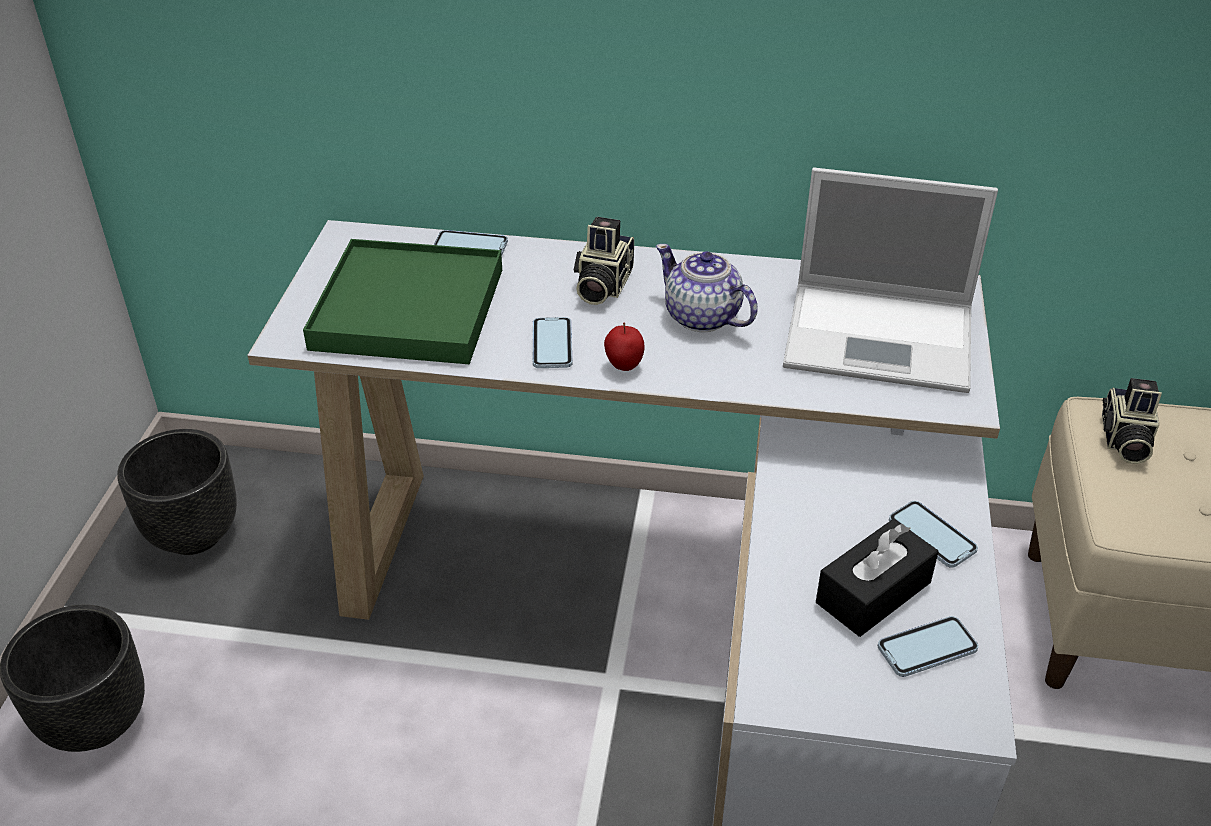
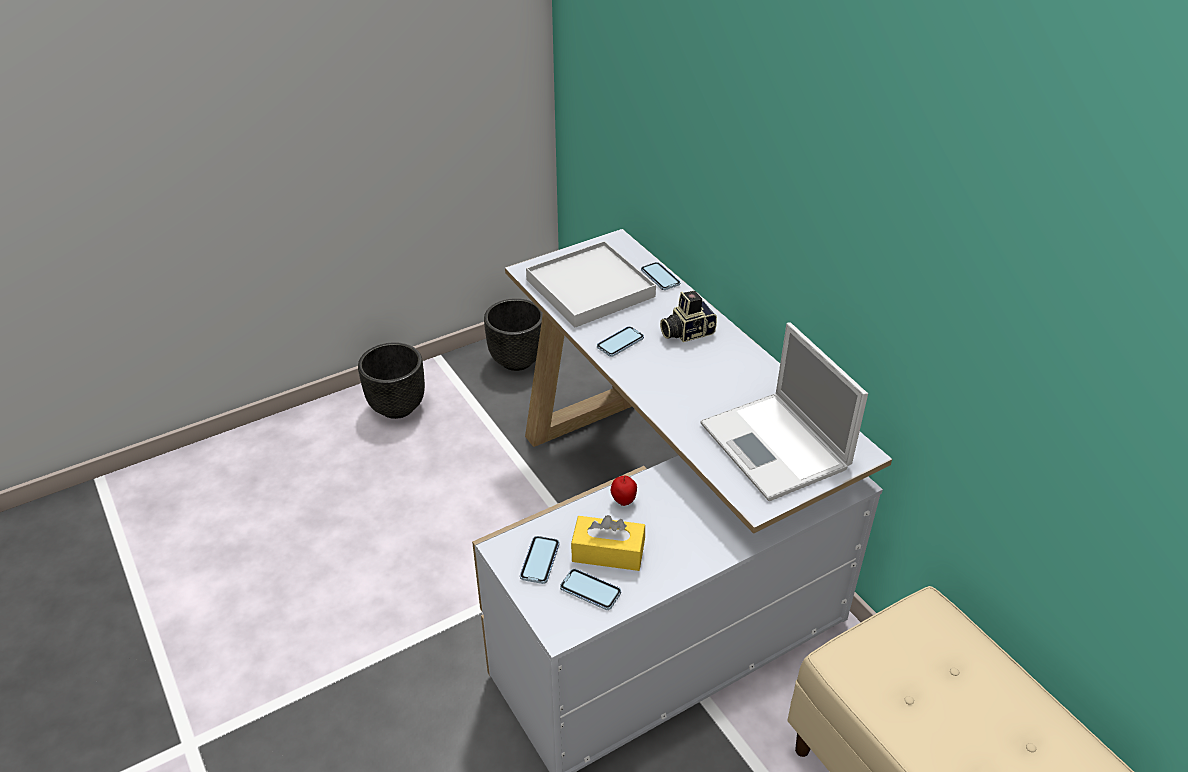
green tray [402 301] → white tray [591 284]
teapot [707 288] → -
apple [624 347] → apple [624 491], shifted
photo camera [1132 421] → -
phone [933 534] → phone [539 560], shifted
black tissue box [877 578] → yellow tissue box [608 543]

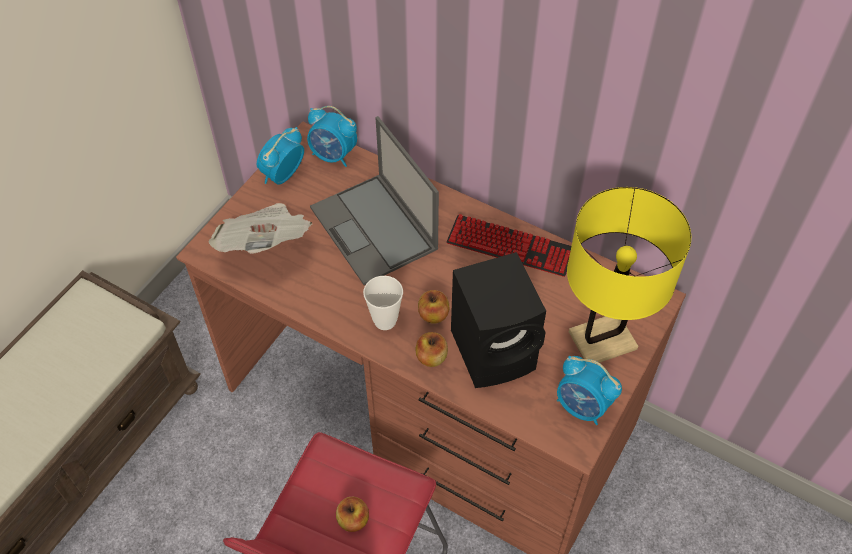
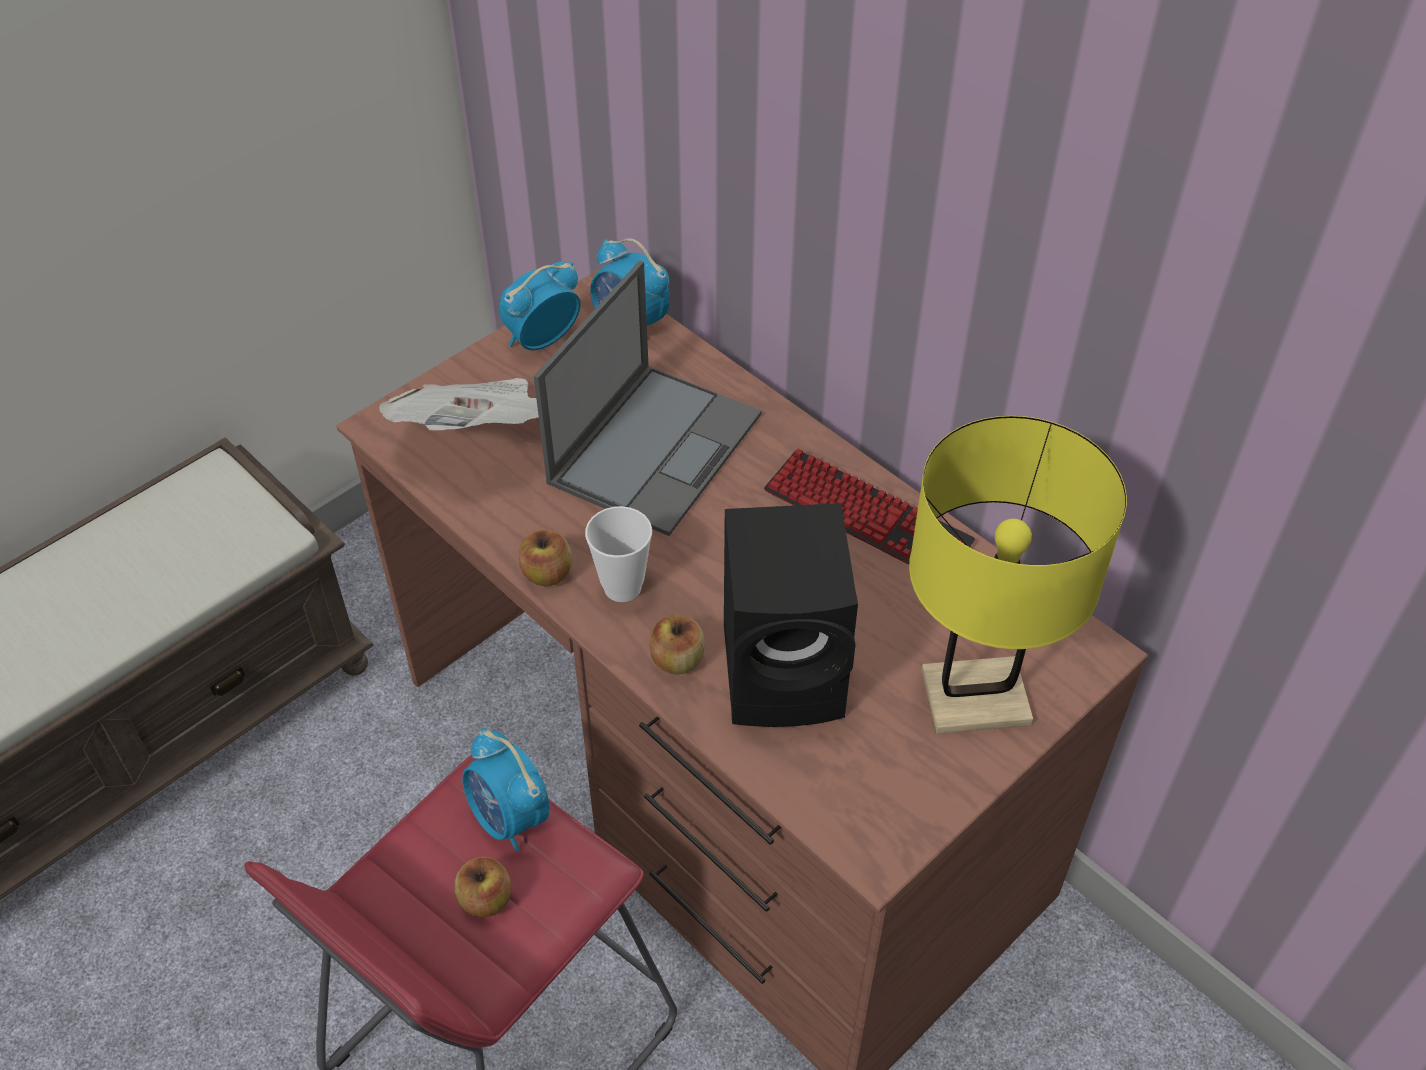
laptop [374 200] → laptop [648 398], 135 degrees counterclockwise
apple [433 307] → apple [545 558], shifted
alarm clock [589 390] → alarm clock [505 789], shifted

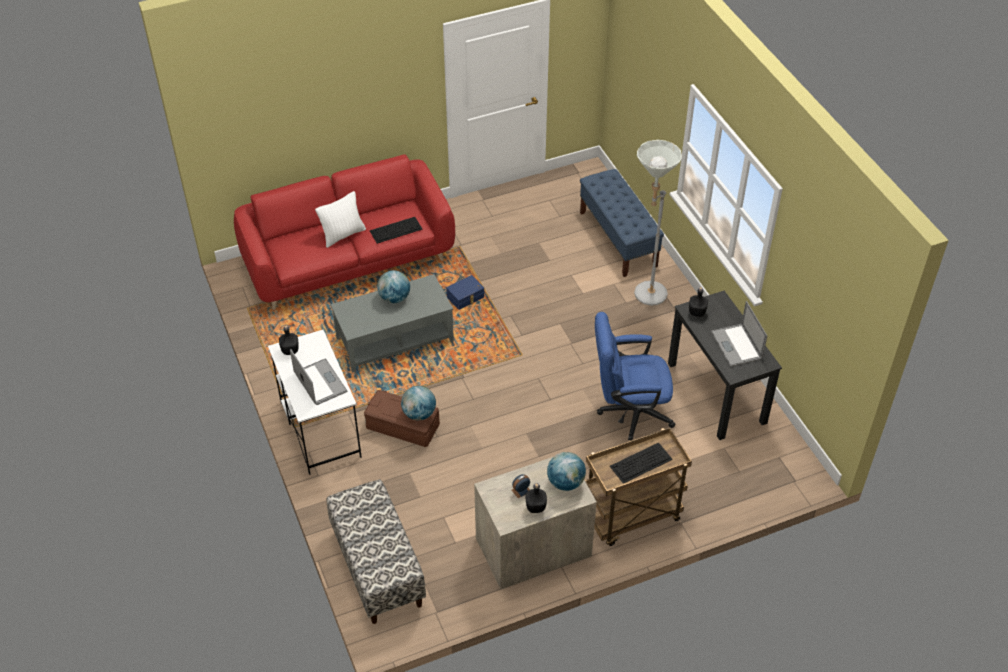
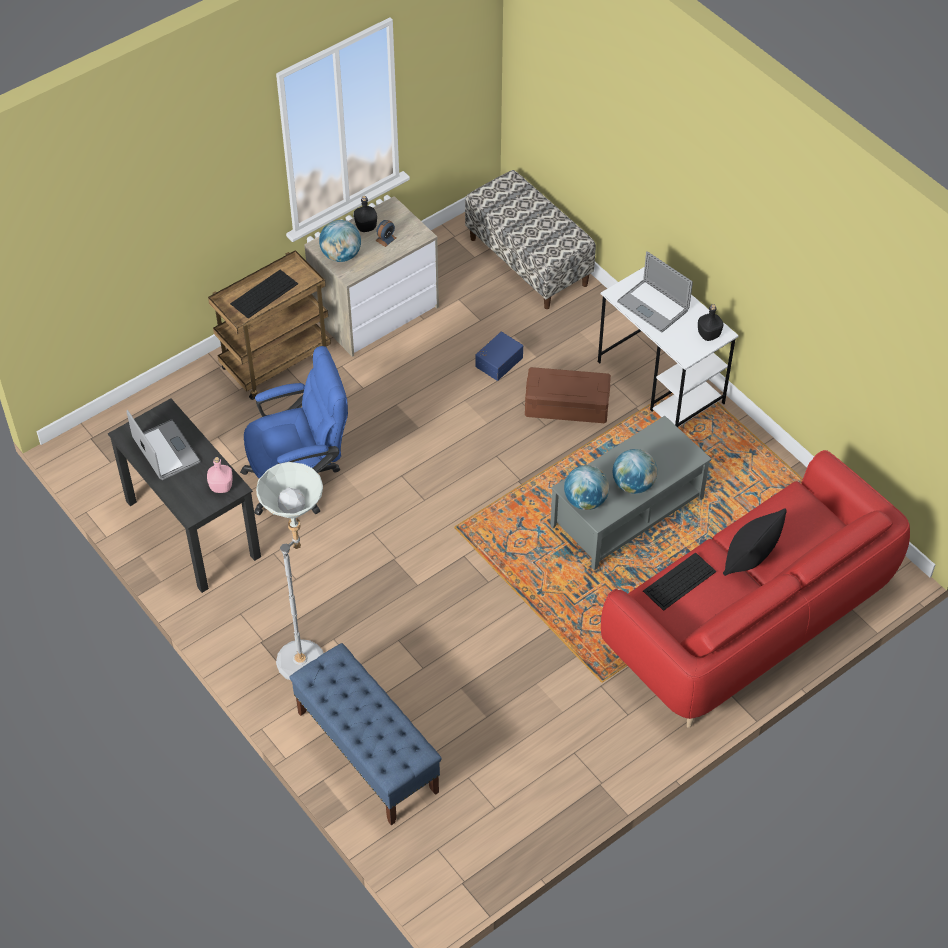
white pillow [340 219] → black pillow [755 542]
blue storage box [465 292] → blue storage box [499 356], shifted
black bottle [698 302] → pink bottle [219 475]
globe [418 403] → globe [586 487], shifted

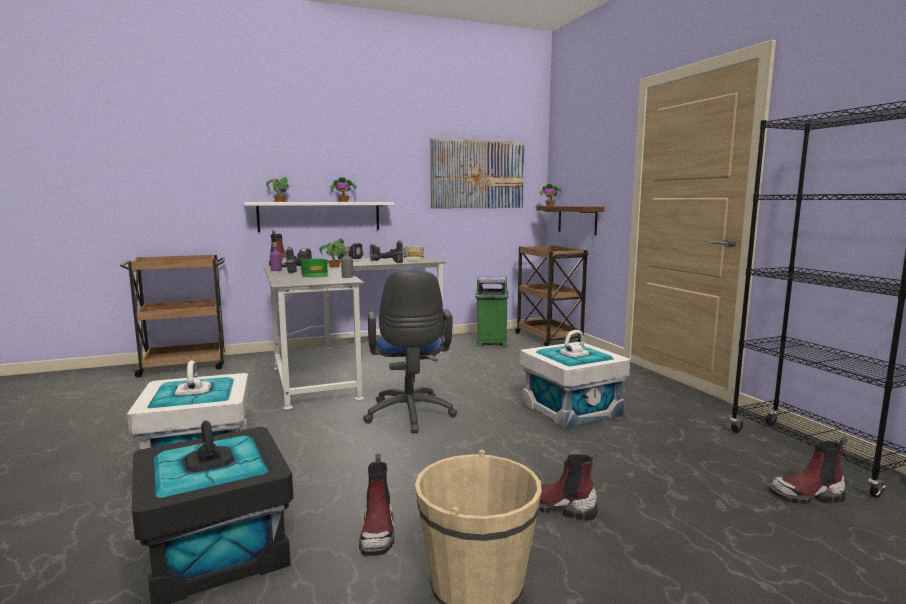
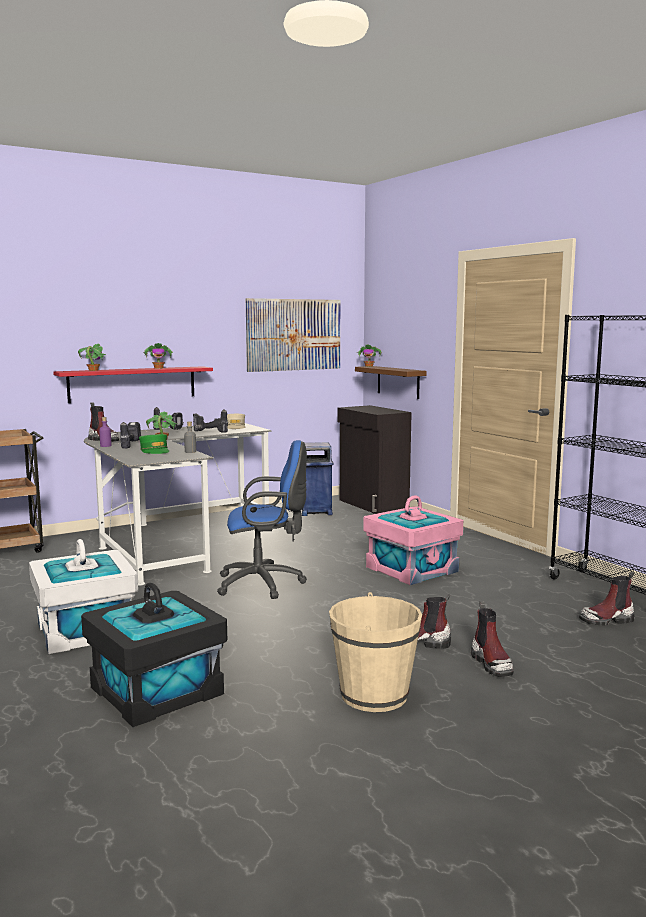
white shelf [319 217] → red shelf [133 384]
brown cart [552 295] → black cabinet [375 459]
blue office chair [410 351] → blue office chair [262 519], 75 degrees counterclockwise
green trash can [491 312] → blue trash can [317 479]
white storage box [575 379] → pink storage box [413 540]
boot [377 504] → boot [492 639], shifted

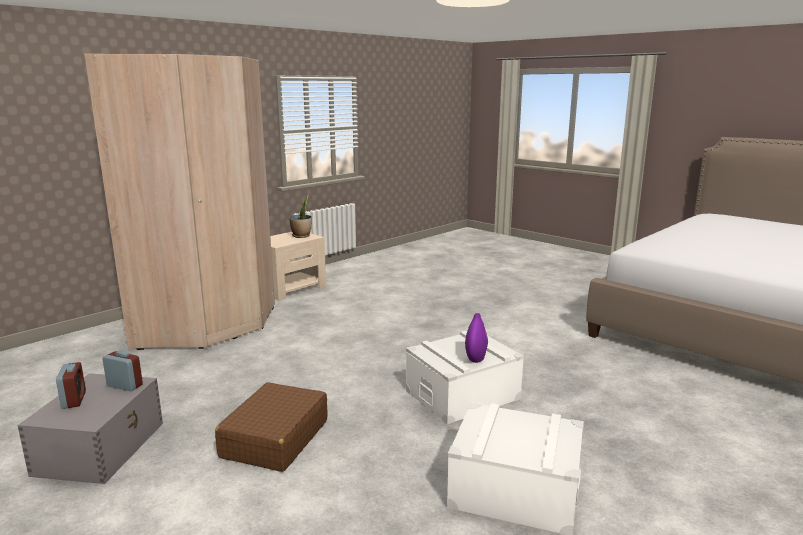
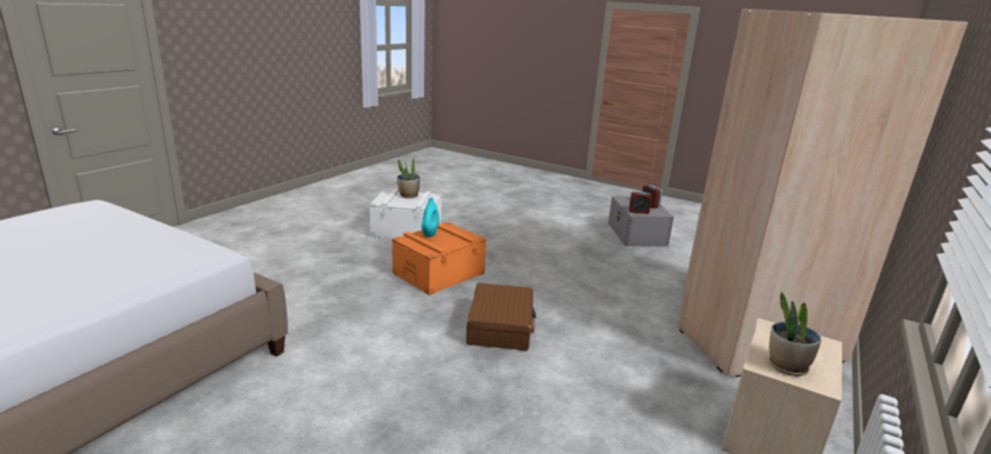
purple vase [476 338] → turquoise vase [430 217]
white storage box [465 377] → orange storage box [439 258]
brown suitcase [271 427] → brown suitcase [501 317], shifted
- → potted plant [408 178]

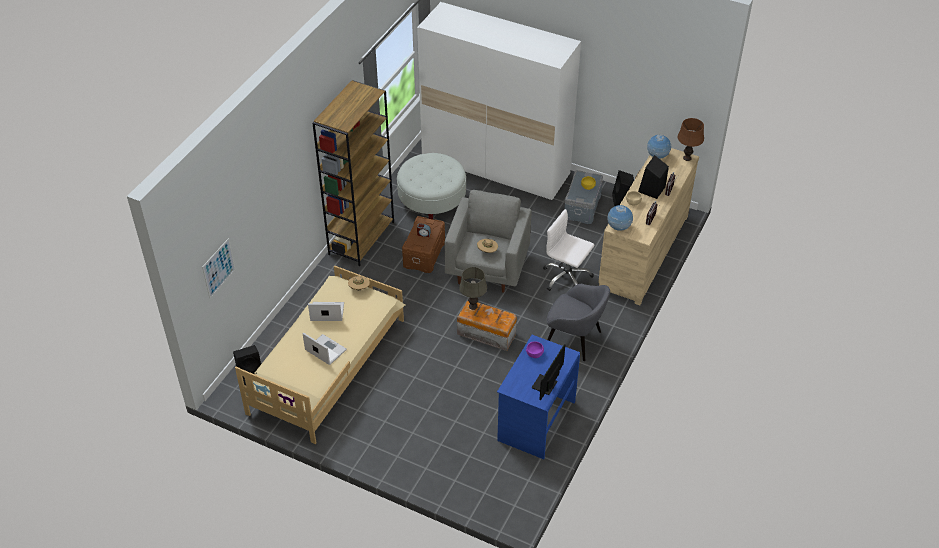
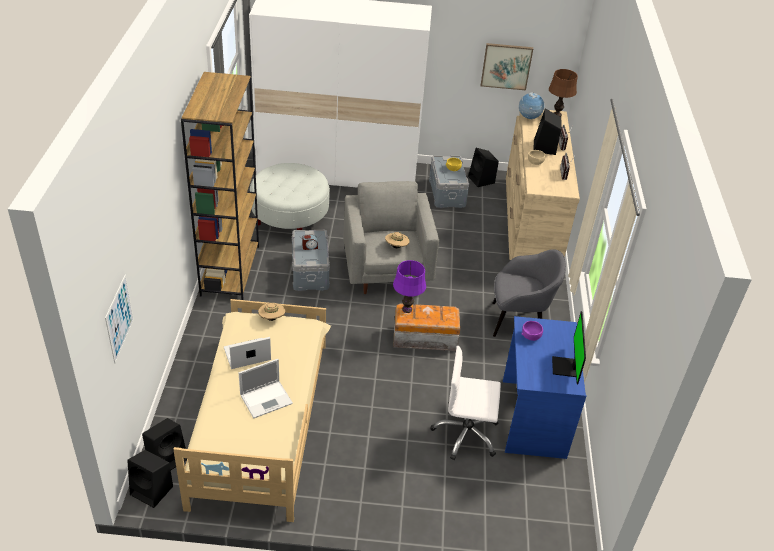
globe [620 218] → -
white office chair [568 250] → white office chair [465 403], shifted
brown storage box [423 244] → grey storage box [311 260]
grey table lamp [473 288] → purple table lamp [409 286]
laptop [325 349] → laptop [266 389], 135 degrees clockwise
- → picture [507 66]
- → black speaker [150 479]

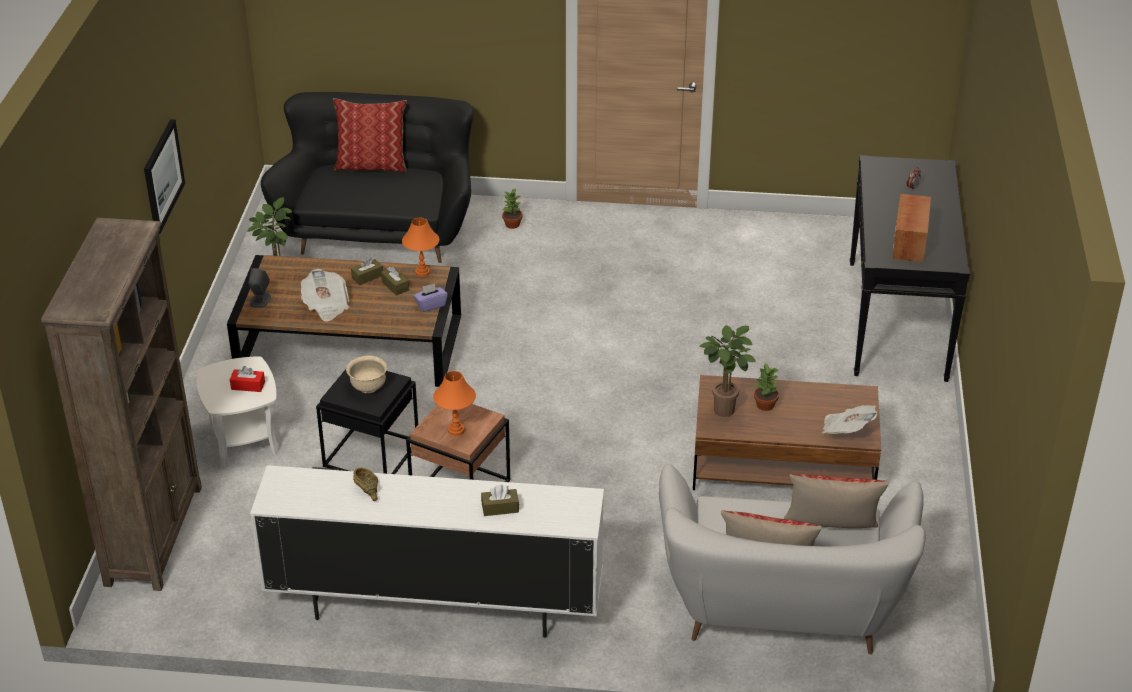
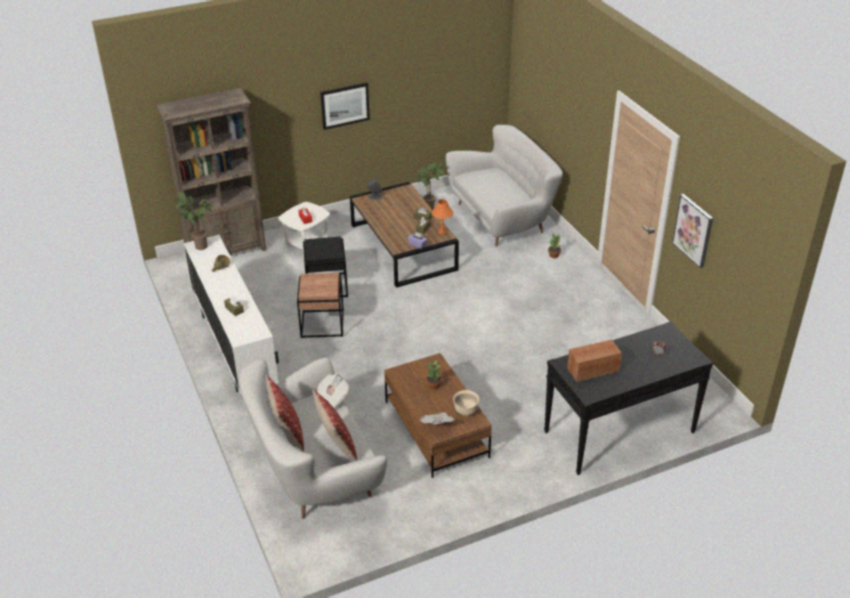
black sofa [367 177] → white sofa [504 186]
pillow [370 135] → -
newspaper [325 295] → newspaper [331 391], shifted
potted plant [727 371] → potted plant [193 221], shifted
beige bowl [366 374] → beige bowl [466 403], shifted
orange table lamp [454 403] → -
- → picture [692 231]

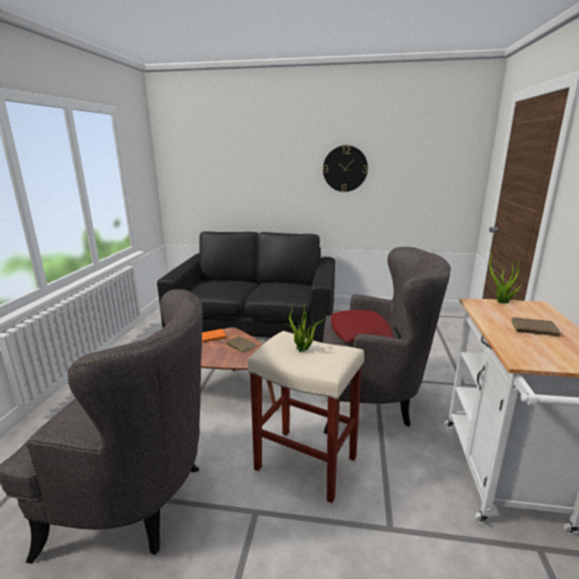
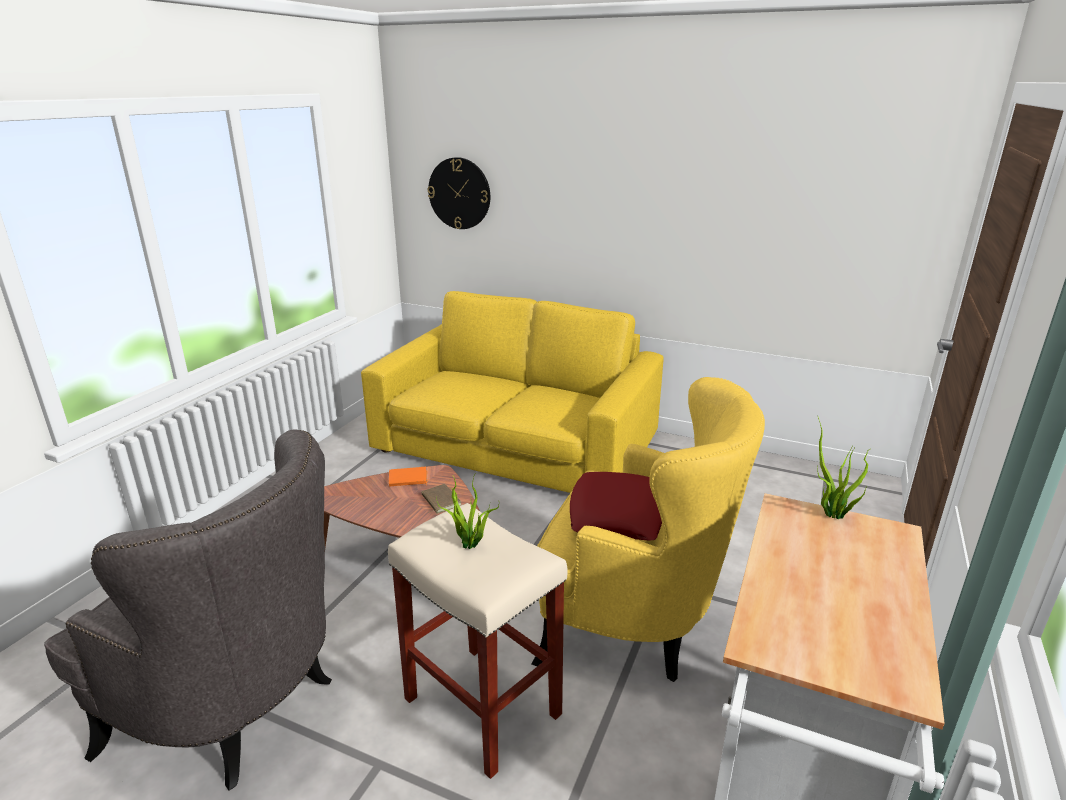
wall clock [345 168] → wall clock [459 193], shifted
black sofa [246 287] → yellow sofa [512 392]
grey armchair [387 340] → yellow armchair [648 529]
brown book [537 327] → -

